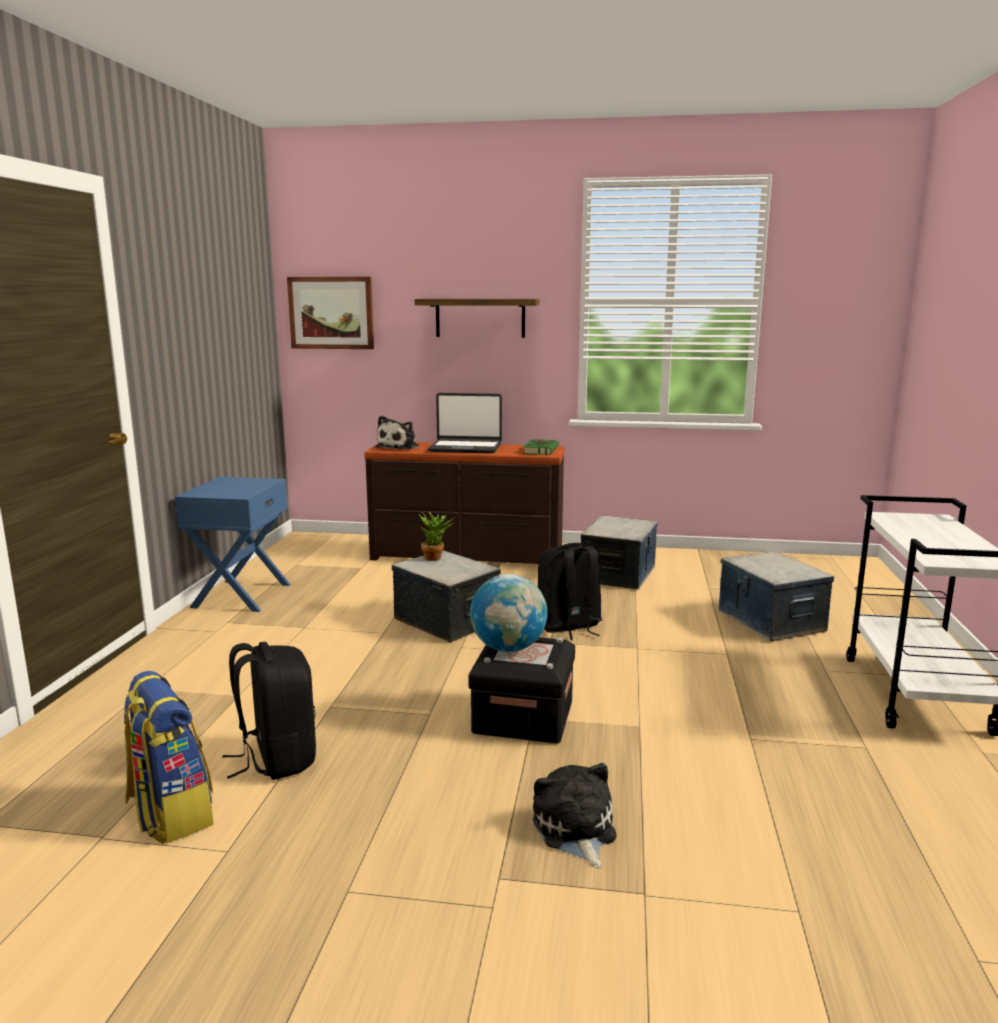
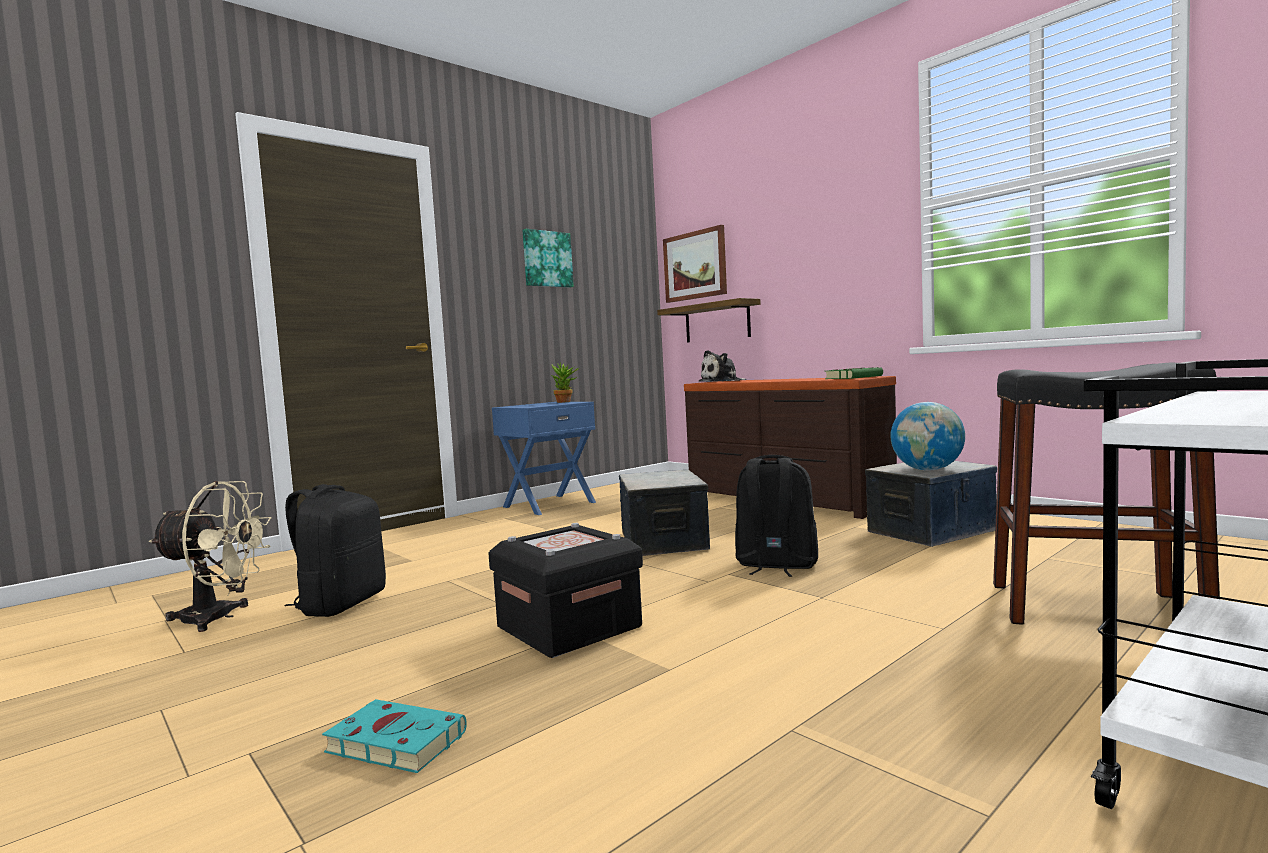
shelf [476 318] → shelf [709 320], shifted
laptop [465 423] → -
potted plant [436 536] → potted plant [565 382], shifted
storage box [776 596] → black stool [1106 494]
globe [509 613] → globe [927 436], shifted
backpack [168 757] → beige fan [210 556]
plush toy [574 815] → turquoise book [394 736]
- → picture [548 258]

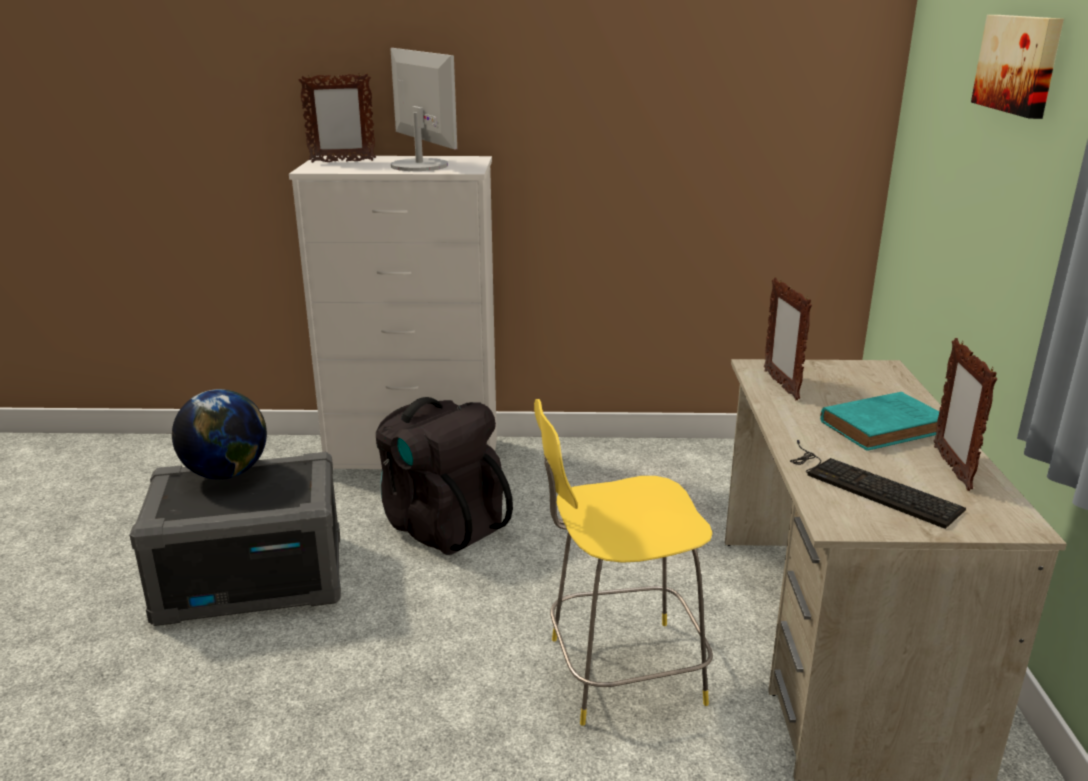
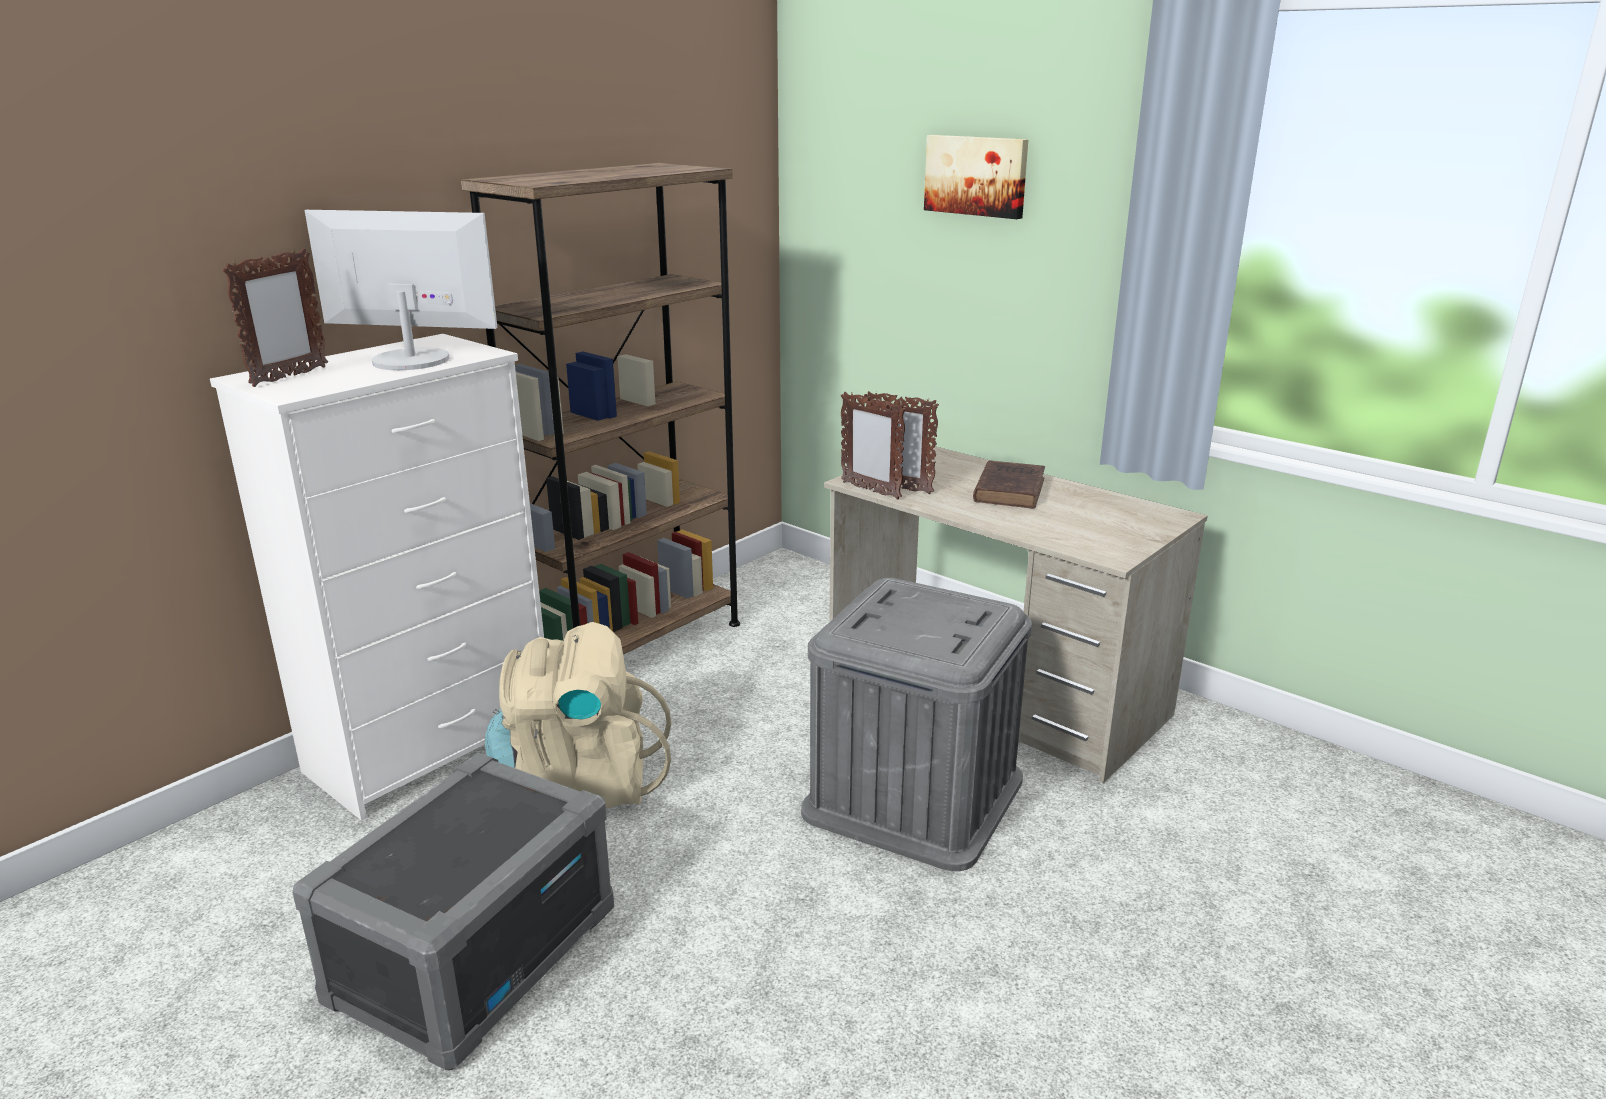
picture frame [965 414] → picture frame [873 446], shifted
globe [219 434] → -
turquoise book [879 421] → brown book [1009 484]
black backpack [444 476] → beige backpack [578 715]
yellow stool [623 562] → grey storage box [916 725]
keyboard [878 484] → -
- → brown bookcase [600 408]

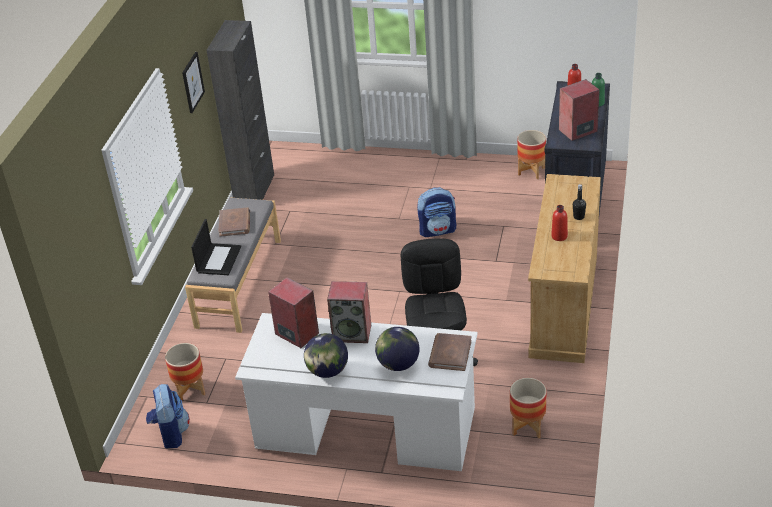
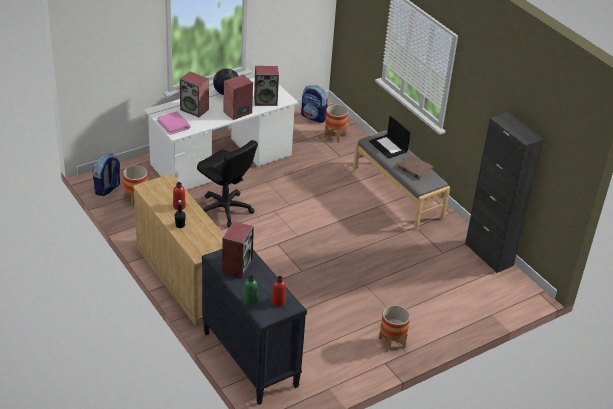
picture [193 82] → -
planter [531 154] → planter [394 328], shifted
backpack [436 212] → backpack [106 174], shifted
globe [397 349] → speaker [194 94]
brown book [450 352] → pink book [174 123]

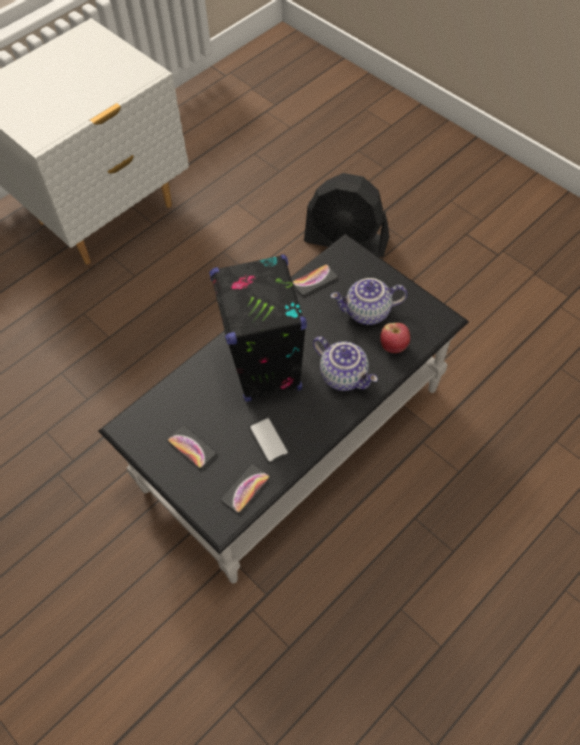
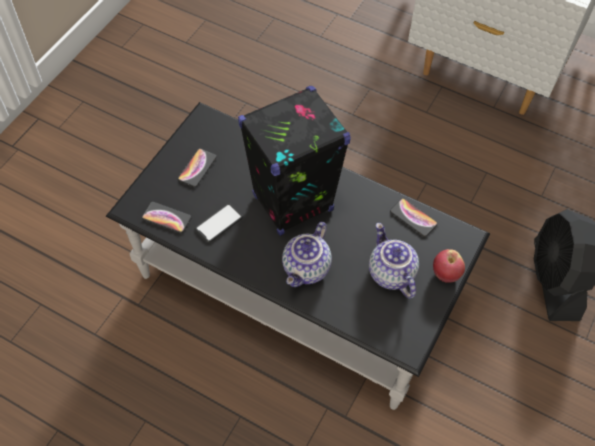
apple [395 338] → apple [449 266], shifted

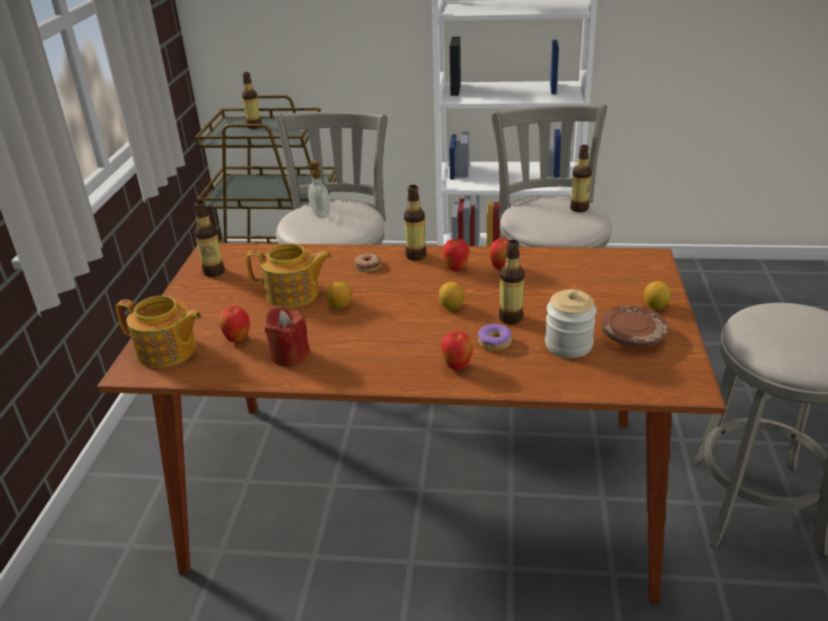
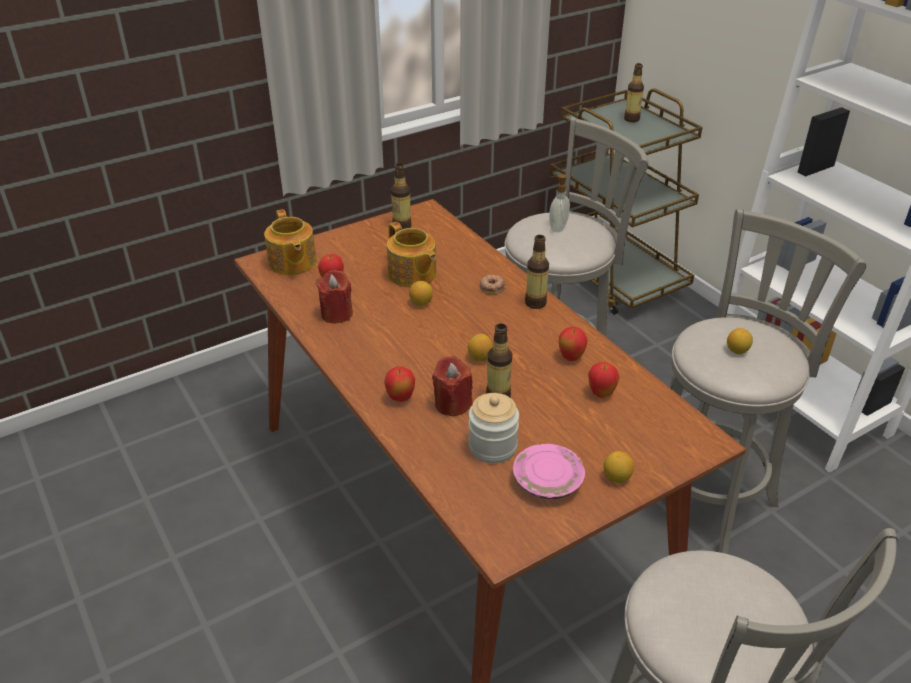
bottle [581 178] → -
apple [455 255] → apple [604 380], shifted
brown plate [634 326] → pink plate [549 472]
donut [495 337] → red candle [452 386]
- → lemon [740 341]

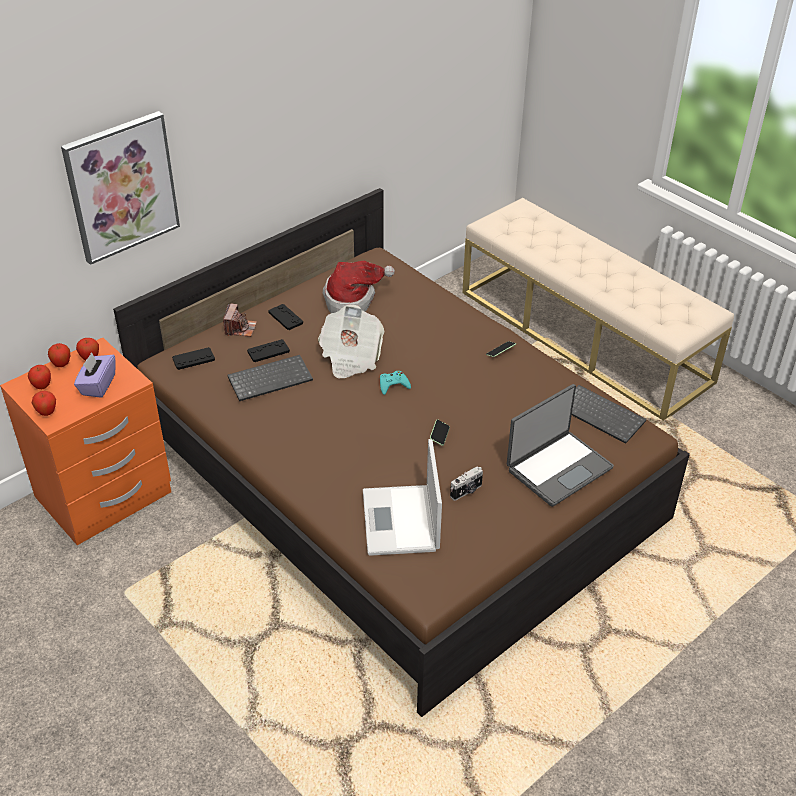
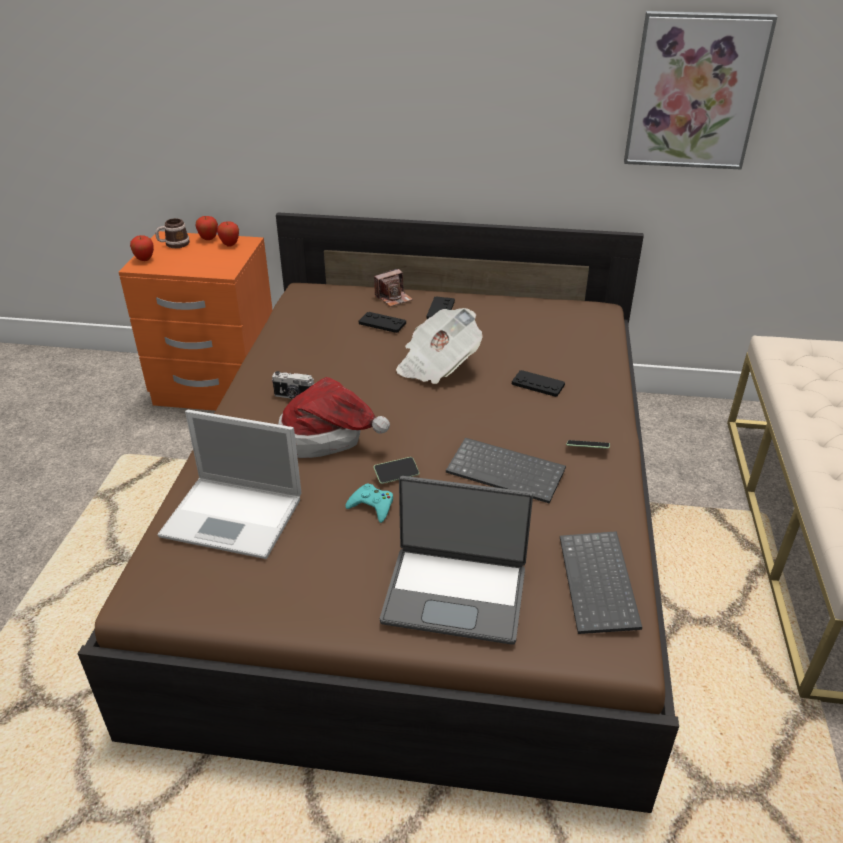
picture [120 188] → picture [701 90], shifted
hat [359 287] → hat [334 417], shifted
black game controller [193 358] → black game controller [538 383], shifted
purple tissue box [95 375] → -
keyboard [270 378] → keyboard [506 470], shifted
apple [39 377] → mug [172 233]
turquoise game controller [395 383] → turquoise game controller [369 503], shifted
laptop [402 497] → laptop [229 484], 120 degrees counterclockwise
photo camera [466 483] → photo camera [293 385], shifted

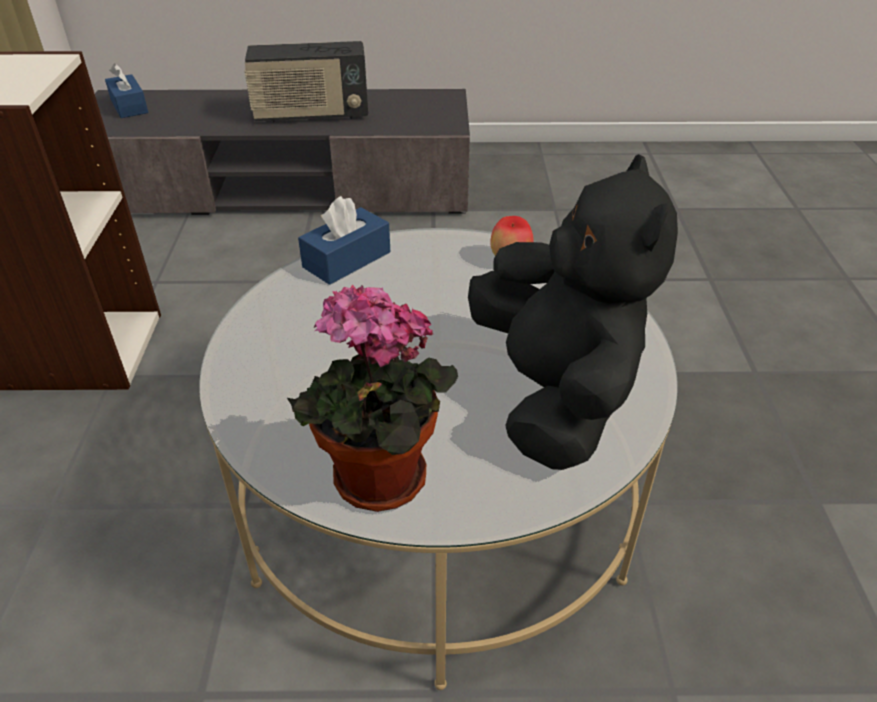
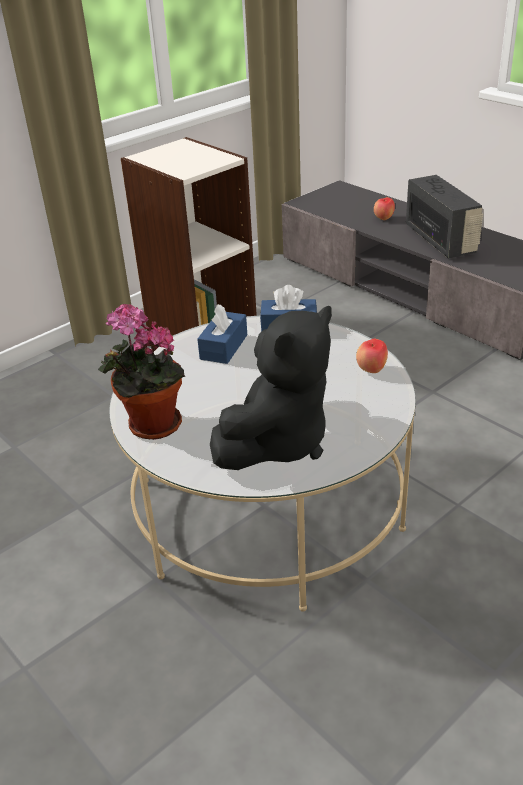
radio [306 82] → radio [444 217], 150 degrees counterclockwise
blue tissue box [126 90] → blue tissue box [222 334], shifted
- → apple [384 208]

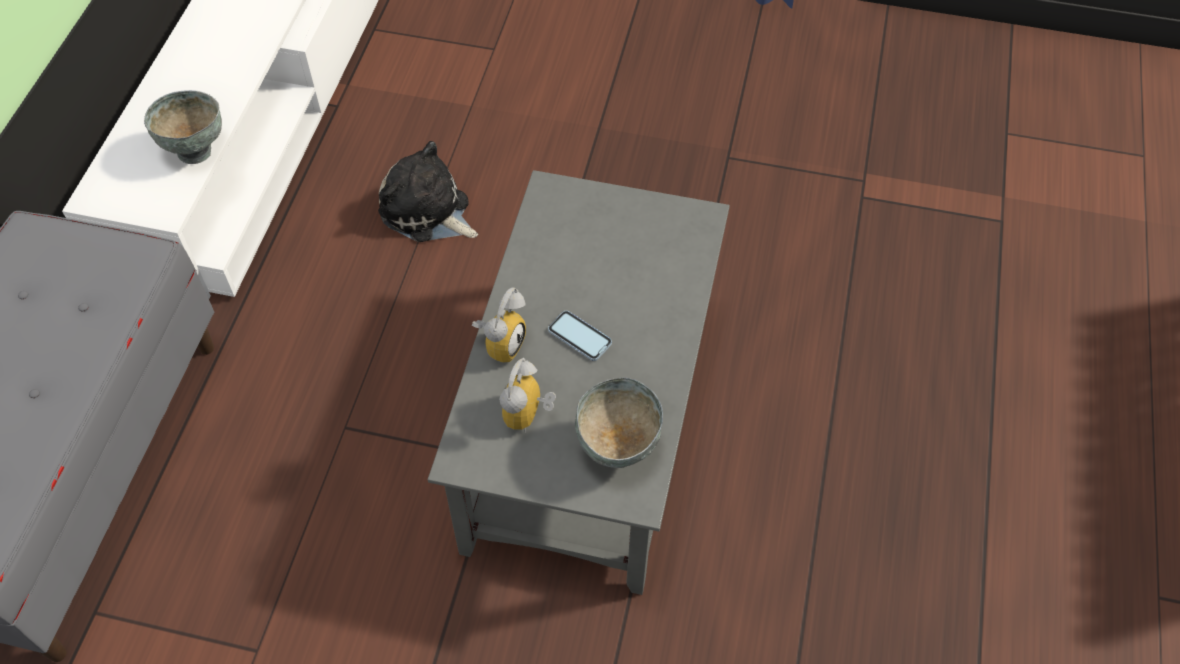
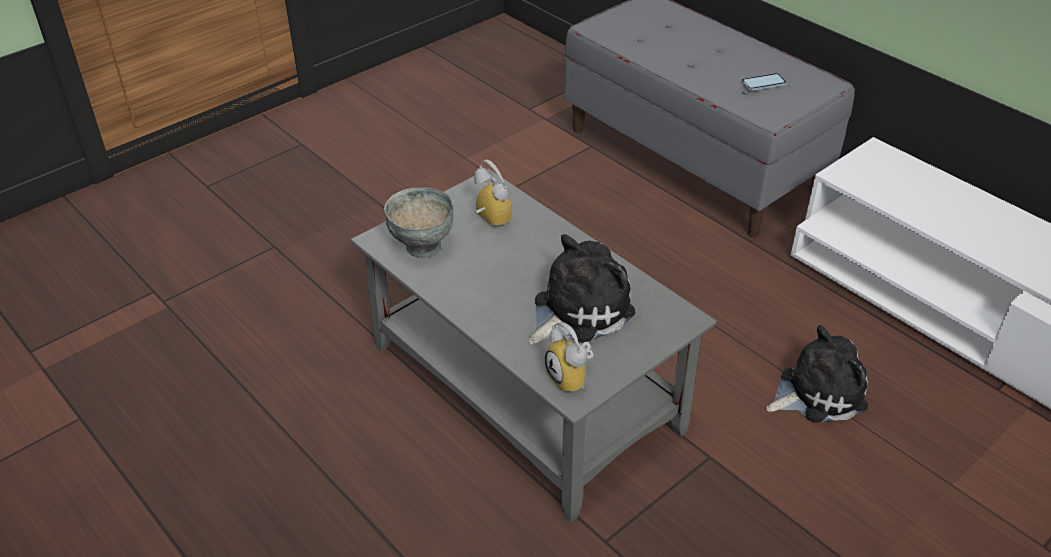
grey bowl [183 127] → -
alarm clock [499 325] → alarm clock [569 358], shifted
phone [580 336] → phone [764 82], shifted
- → plush toy [582 289]

